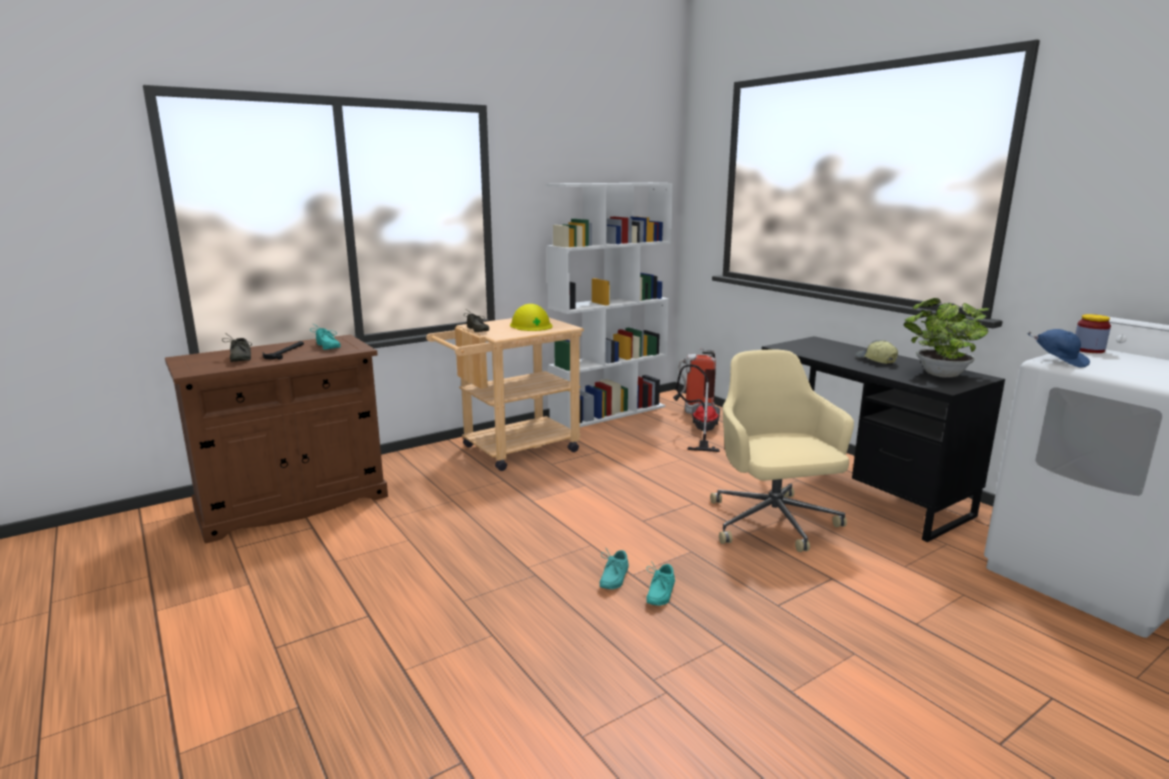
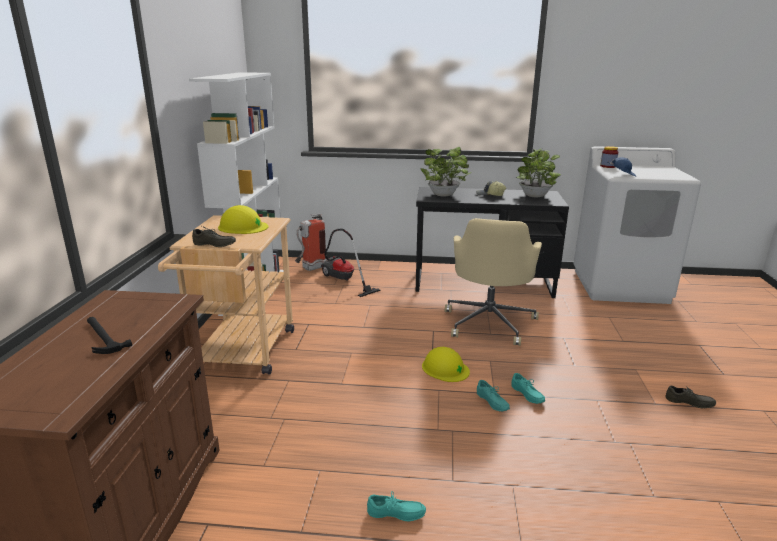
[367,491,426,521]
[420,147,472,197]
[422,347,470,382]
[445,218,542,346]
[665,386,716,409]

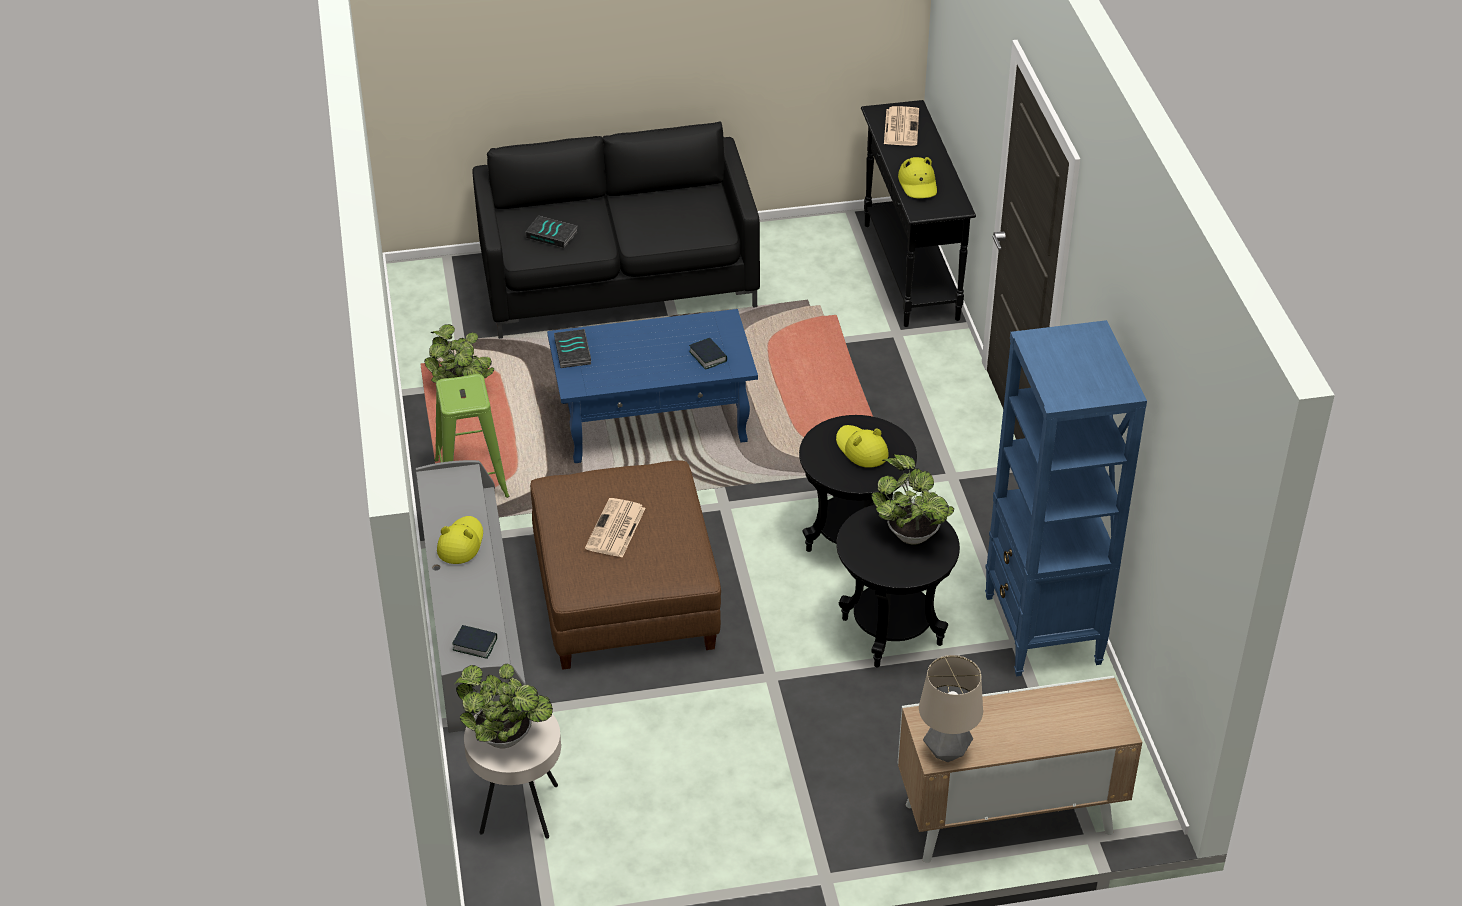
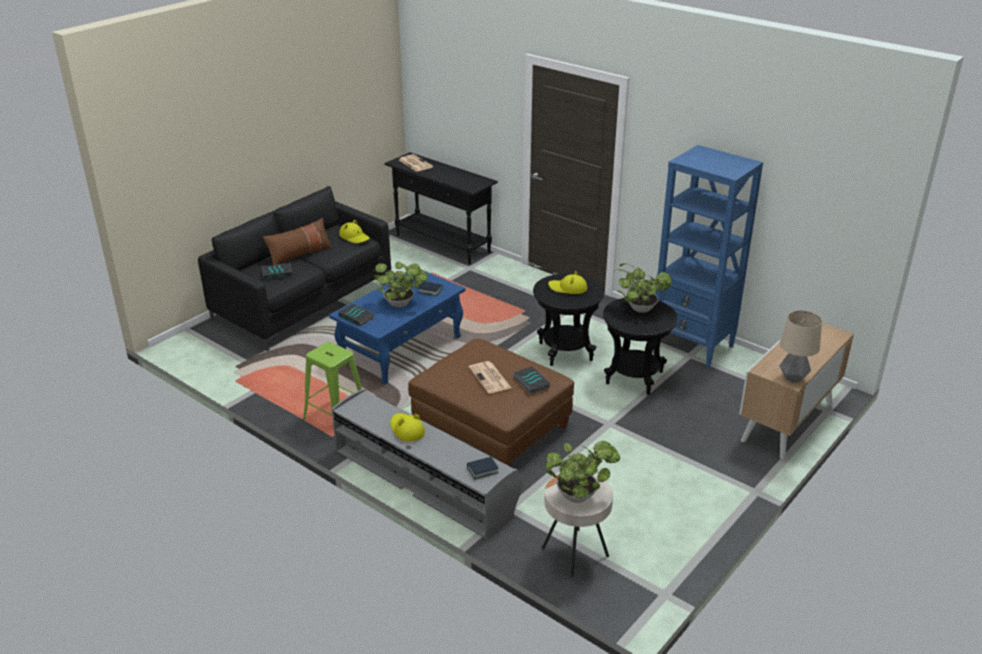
[263,218,332,265]
[339,220,370,243]
[372,262,428,307]
[513,366,550,394]

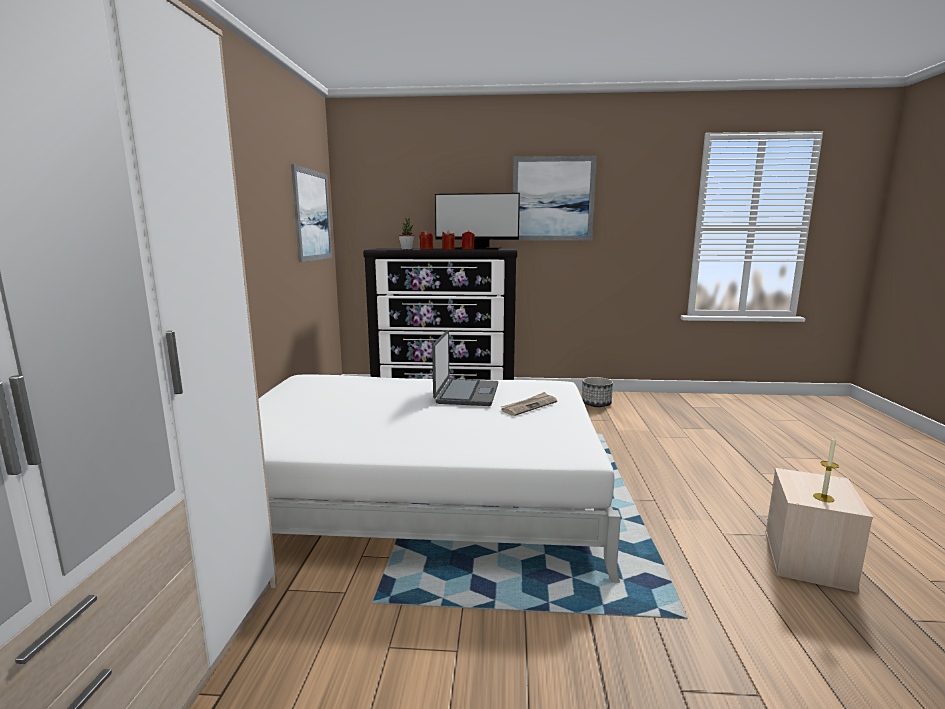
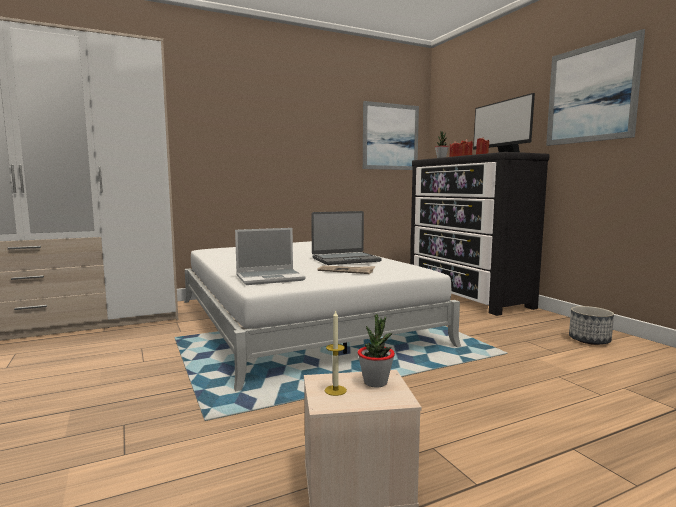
[235,228,306,285]
[358,314,395,387]

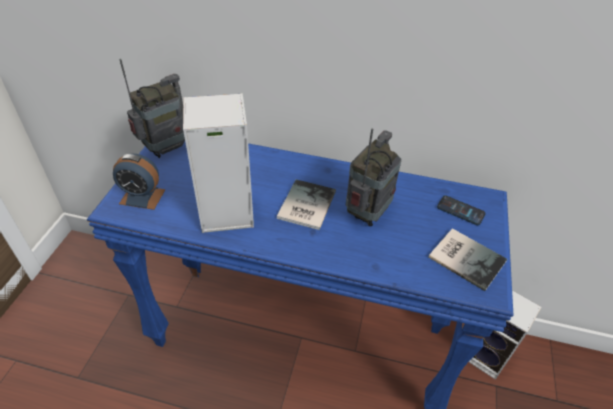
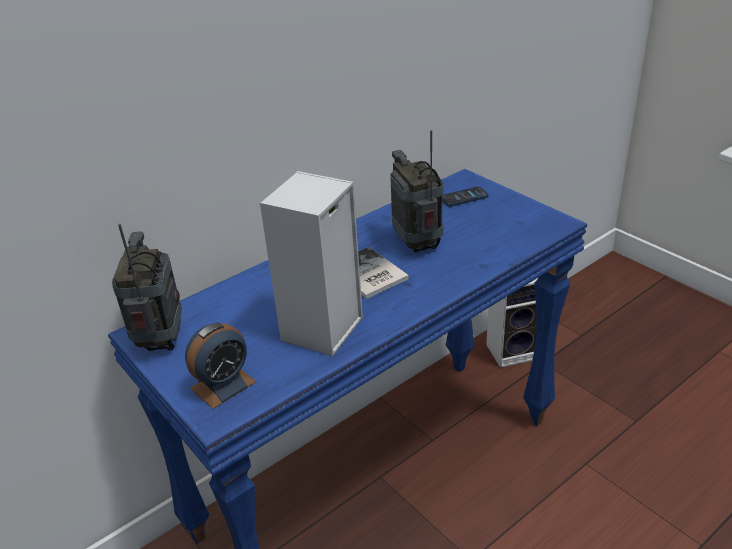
[428,228,507,291] (first image)

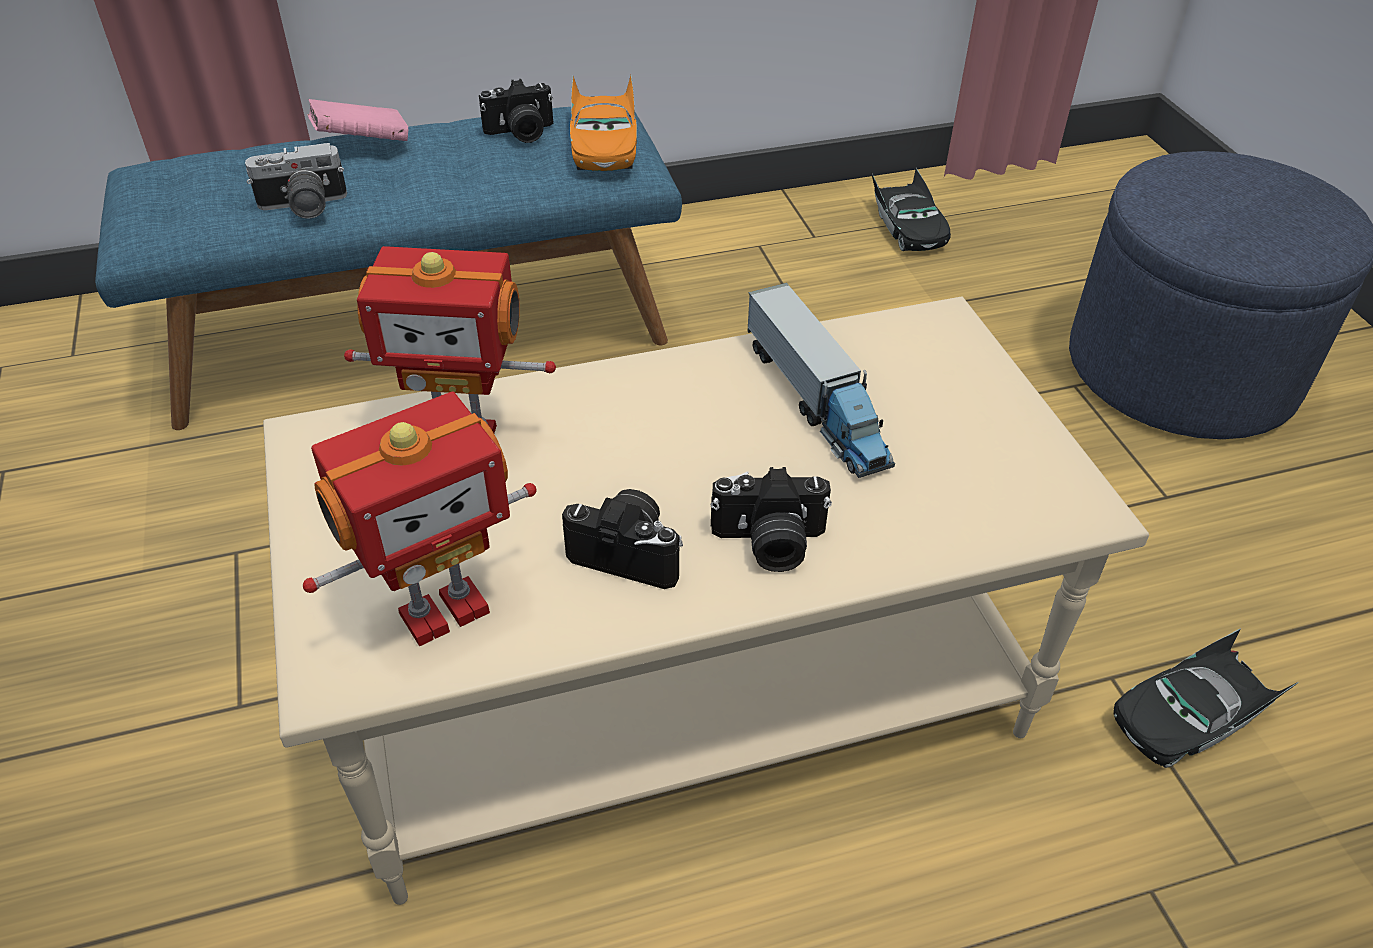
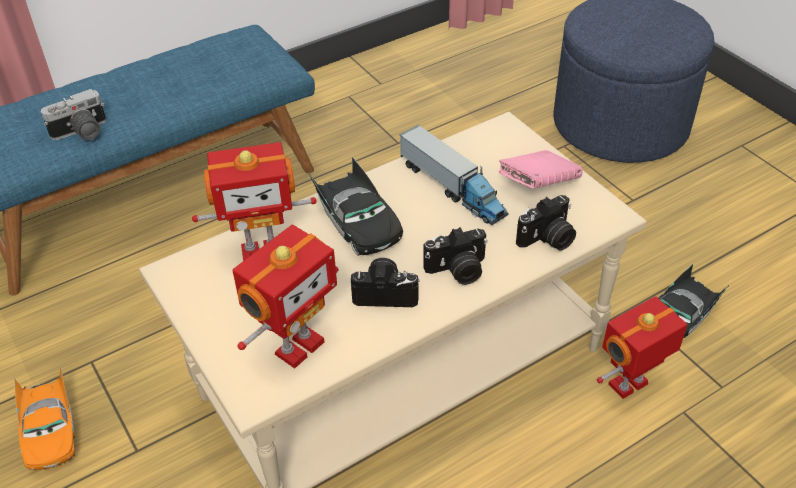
[14,365,75,470]
[308,156,403,256]
[498,150,583,189]
[516,195,576,251]
[597,296,687,399]

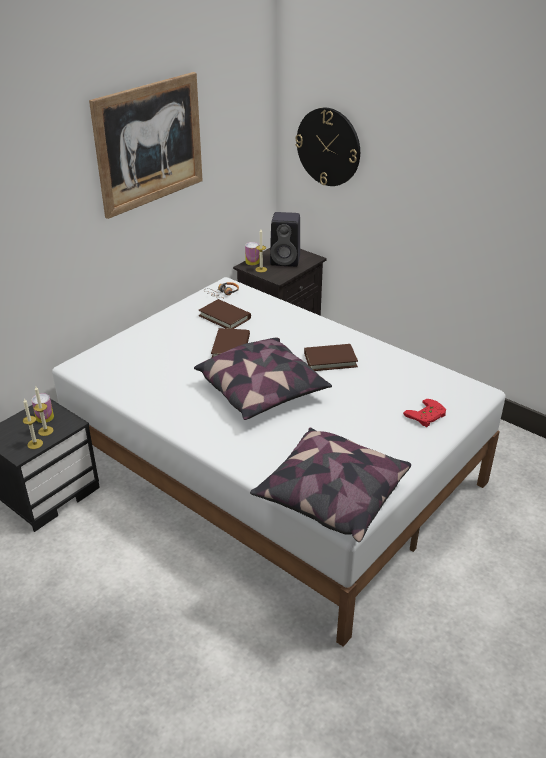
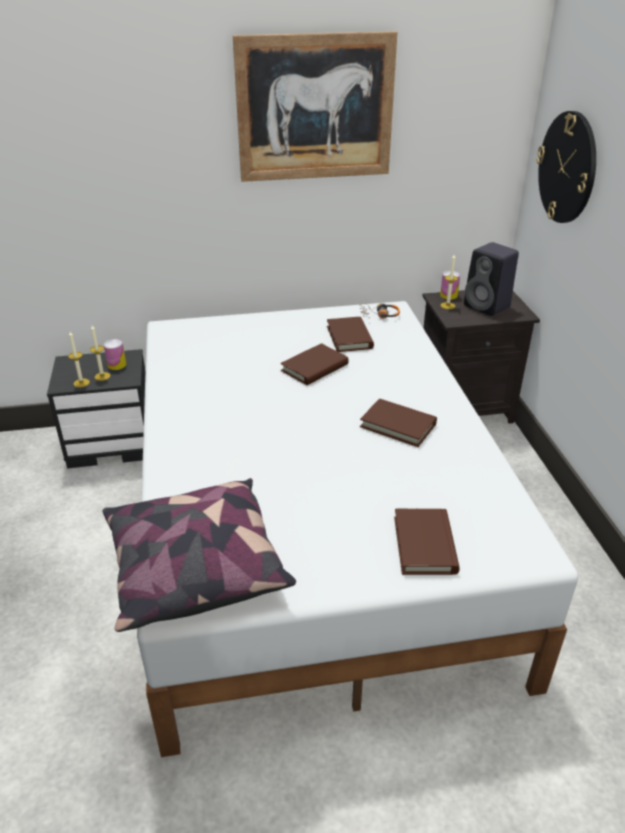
[394,509,460,575]
[194,338,332,420] (first image)

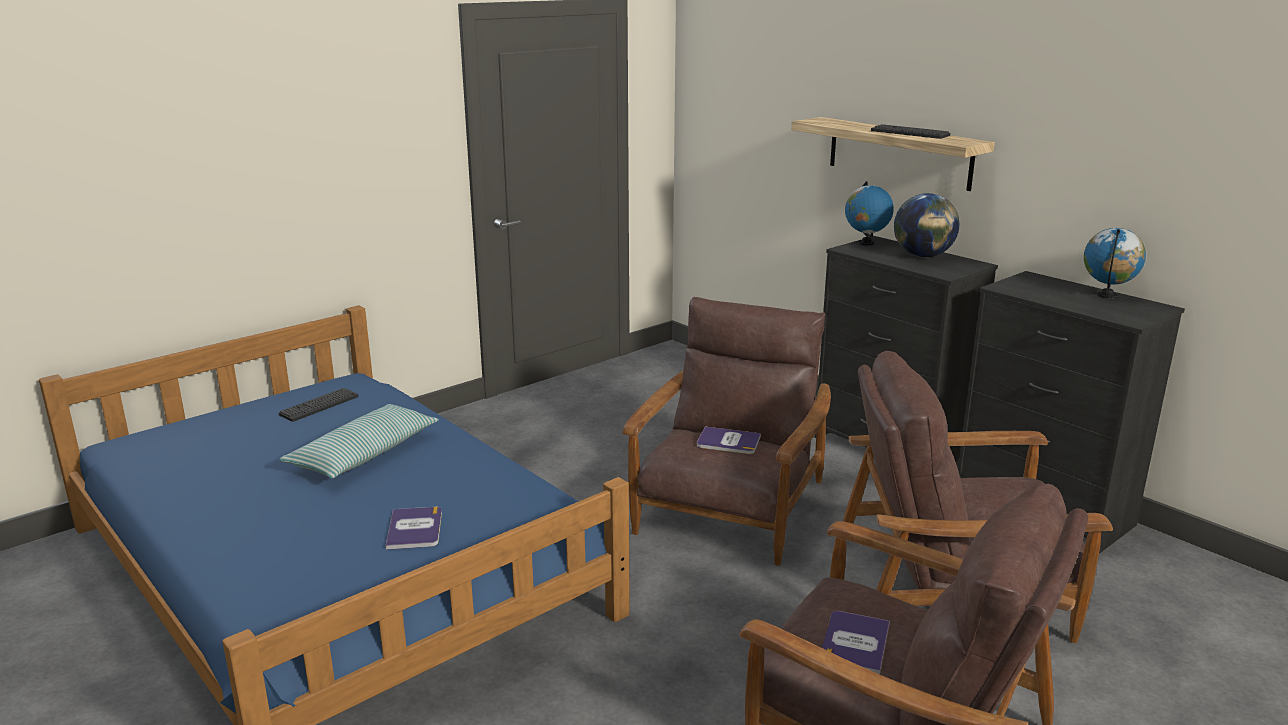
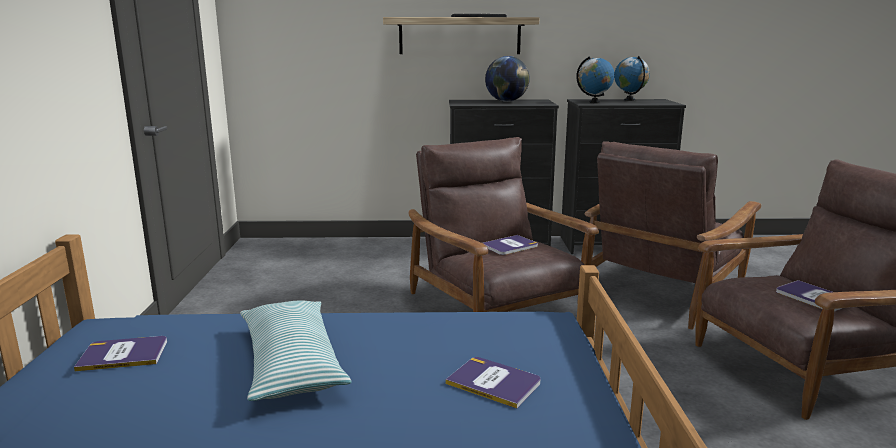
[74,336,167,371]
[576,56,615,103]

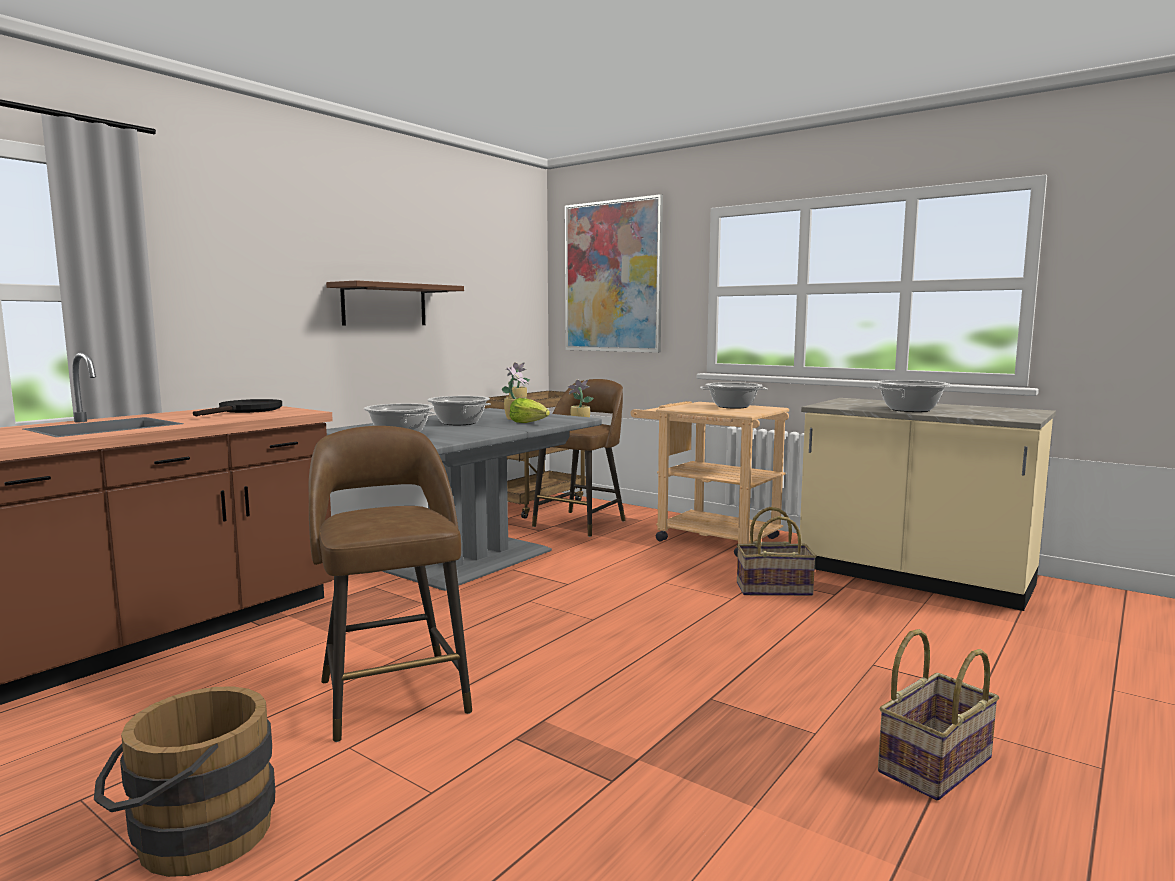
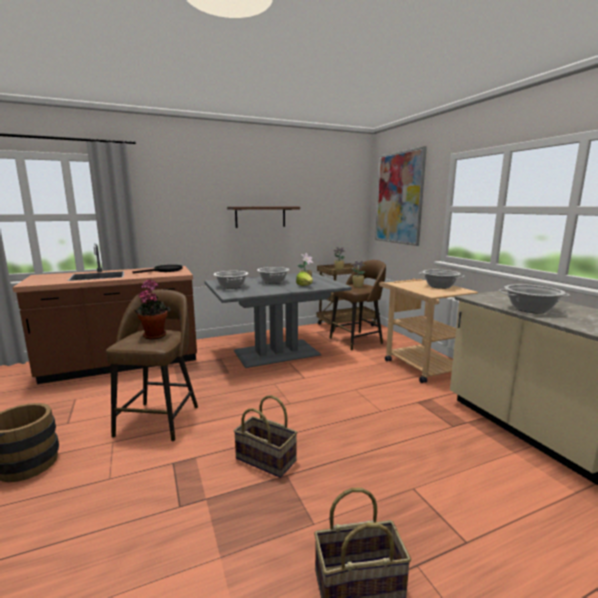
[134,280,170,340]
[234,395,297,478]

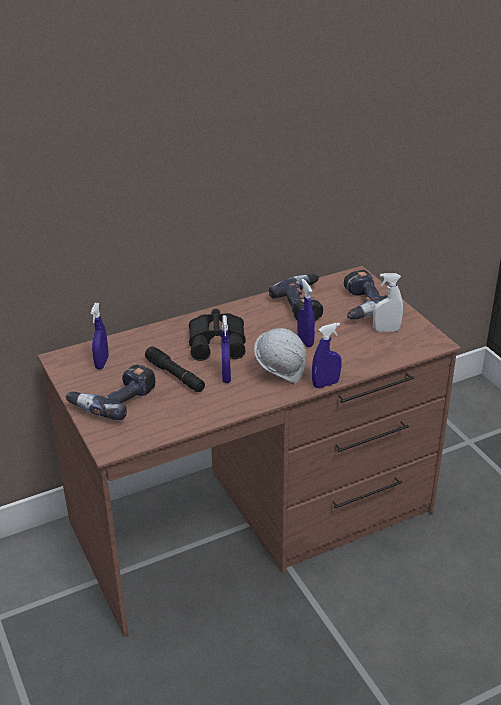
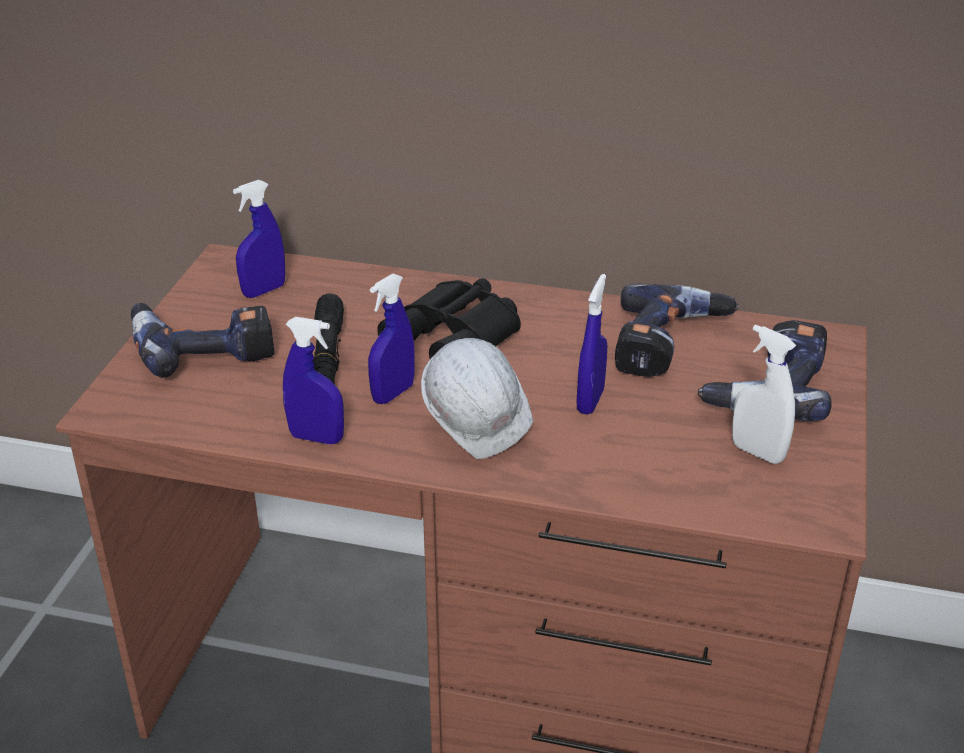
[283,317,344,444]

